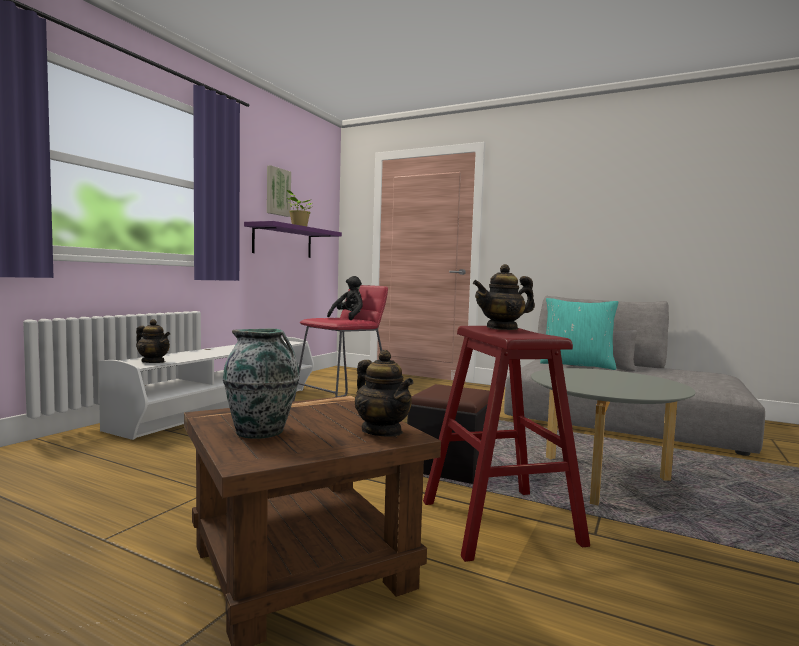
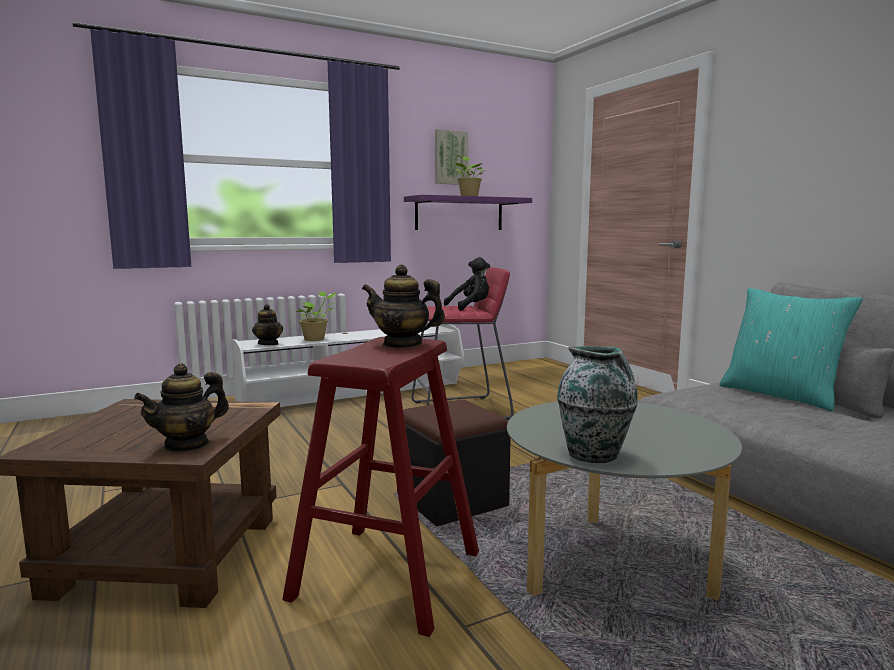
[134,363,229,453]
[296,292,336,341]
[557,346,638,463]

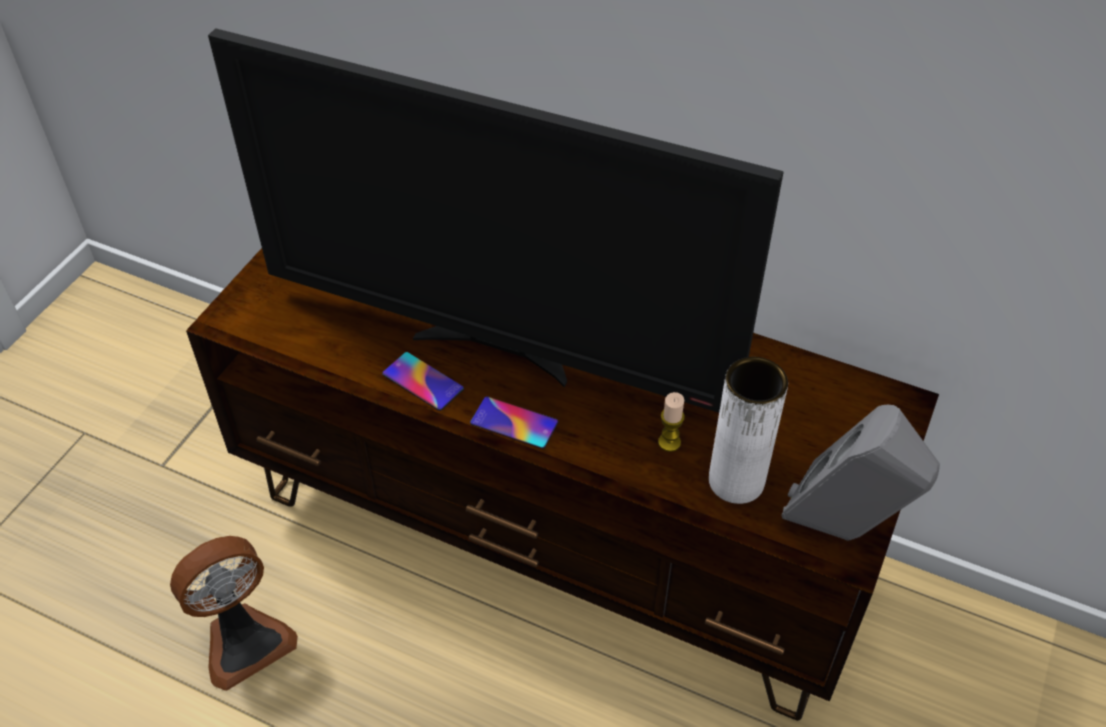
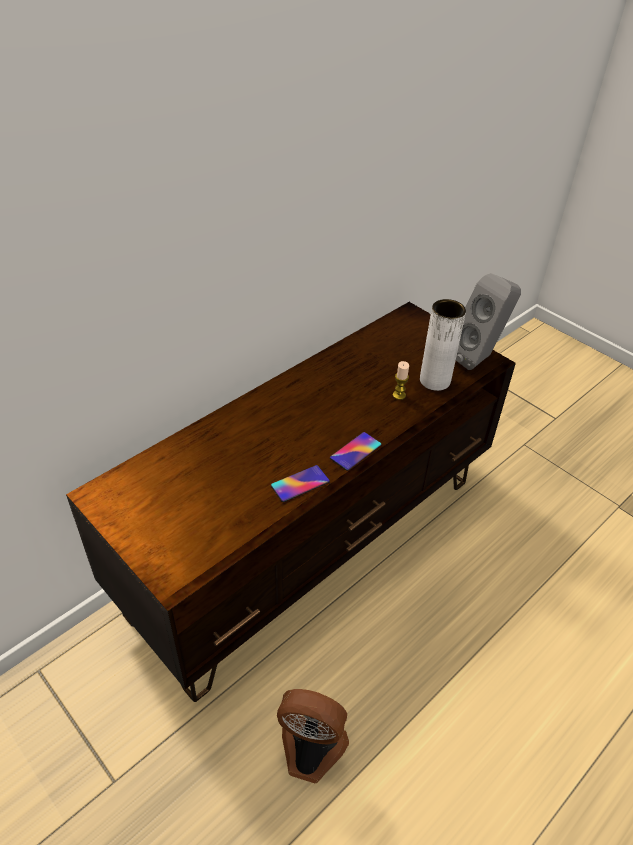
[277,689,349,783]
[208,28,784,413] (first image)

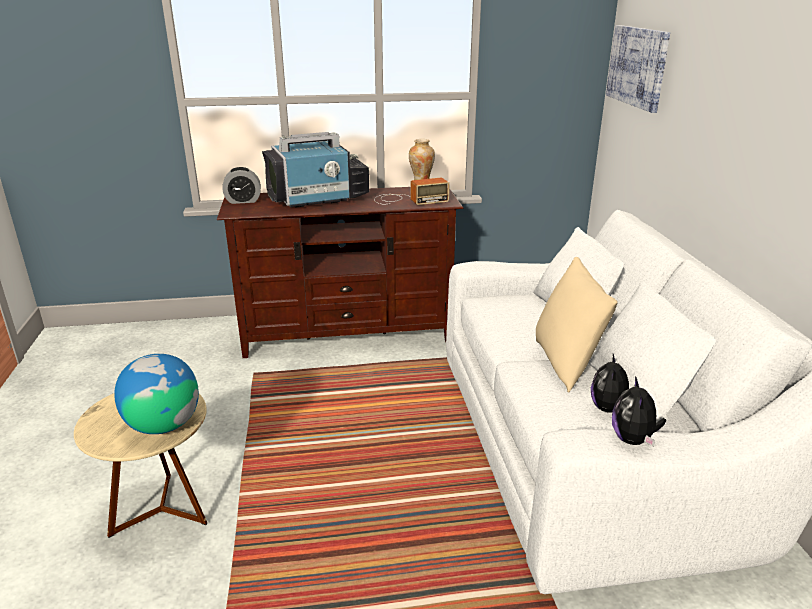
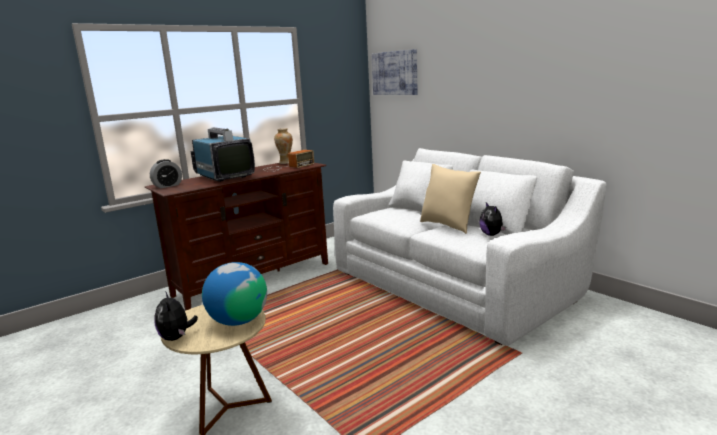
[154,291,198,341]
[191,127,255,182]

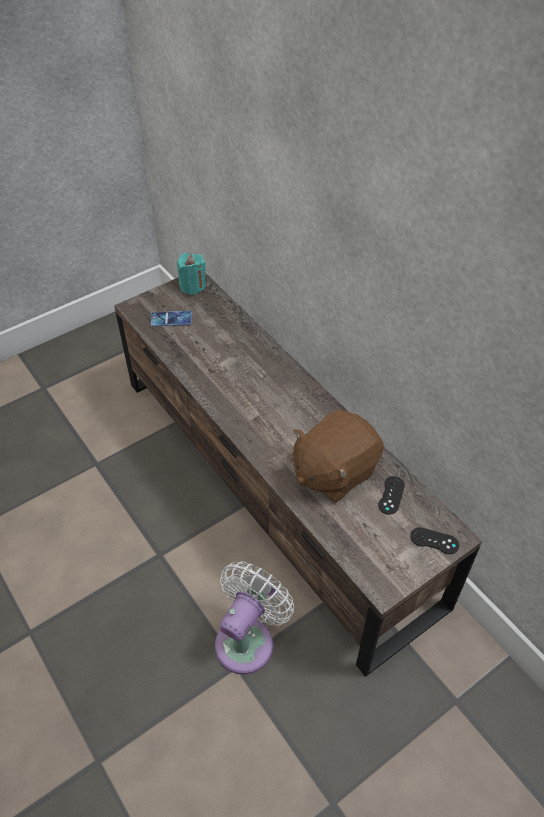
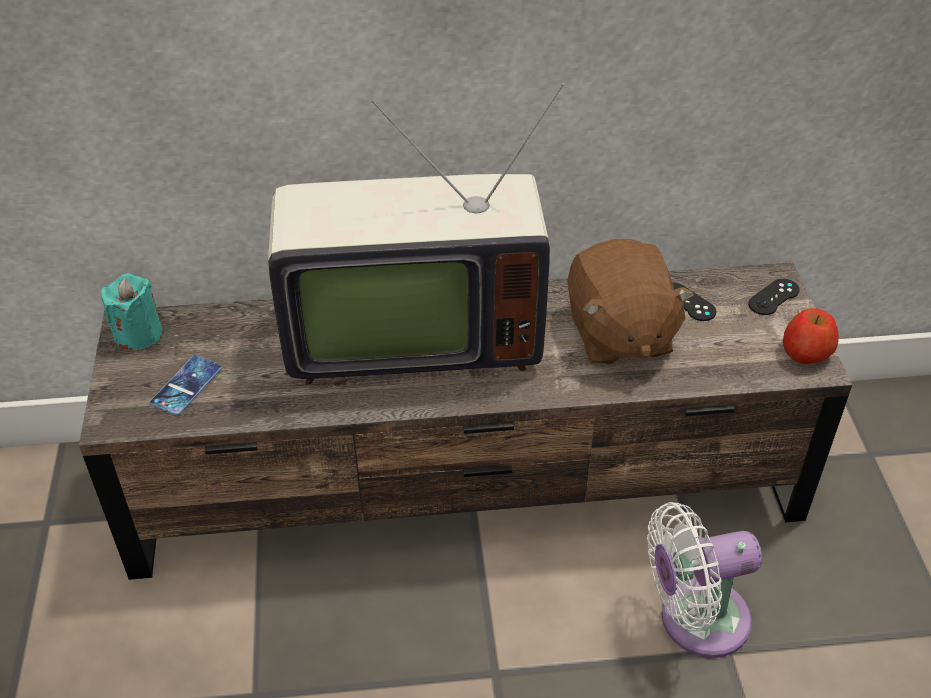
[268,83,565,385]
[647,502,762,658]
[783,308,839,364]

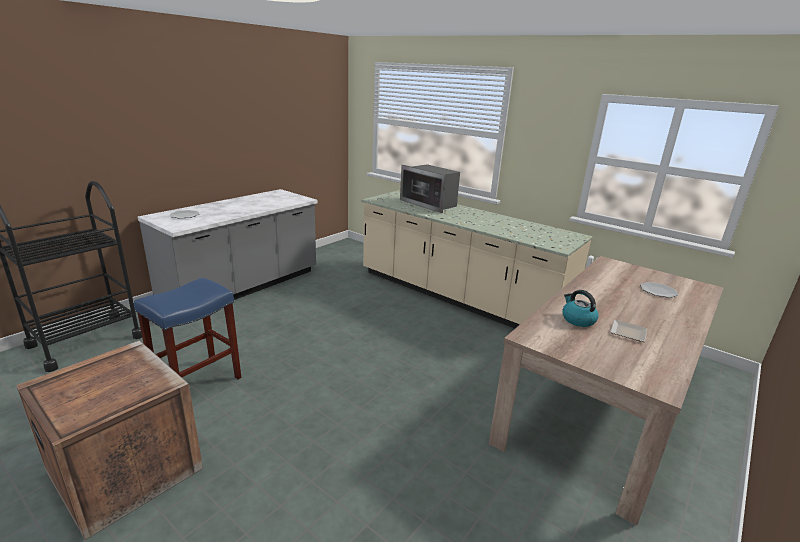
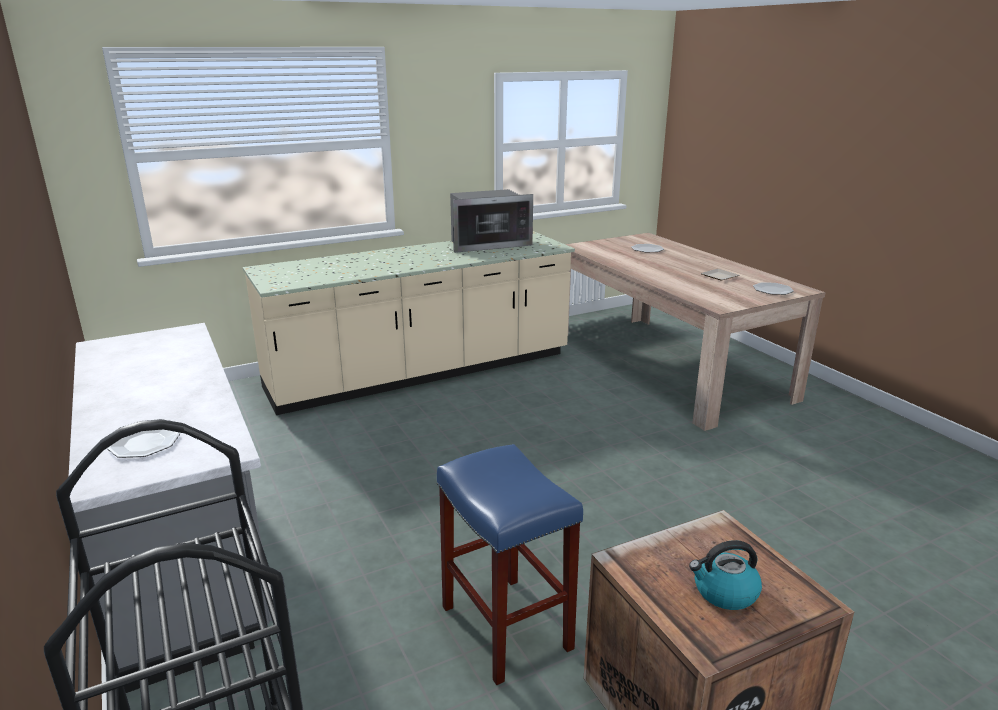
[450,189,533,253]
[689,540,762,610]
[753,282,794,295]

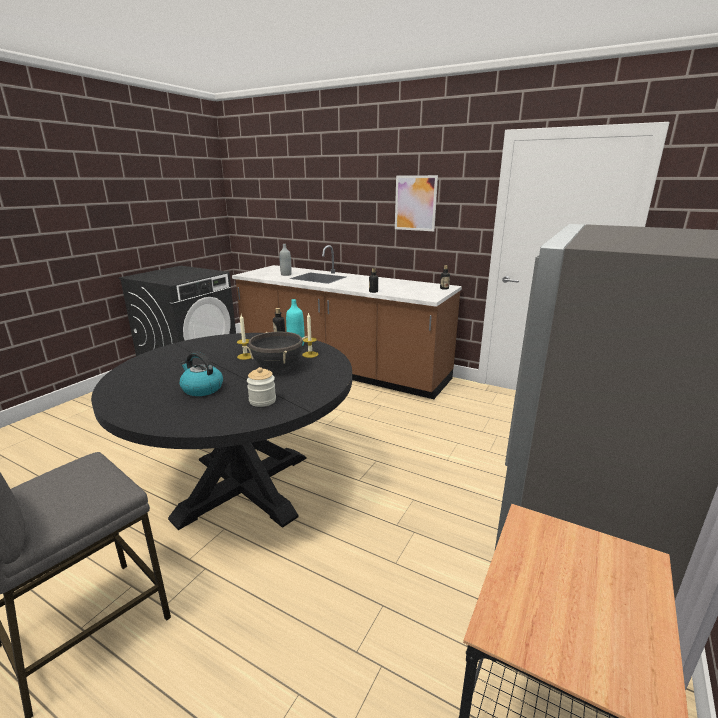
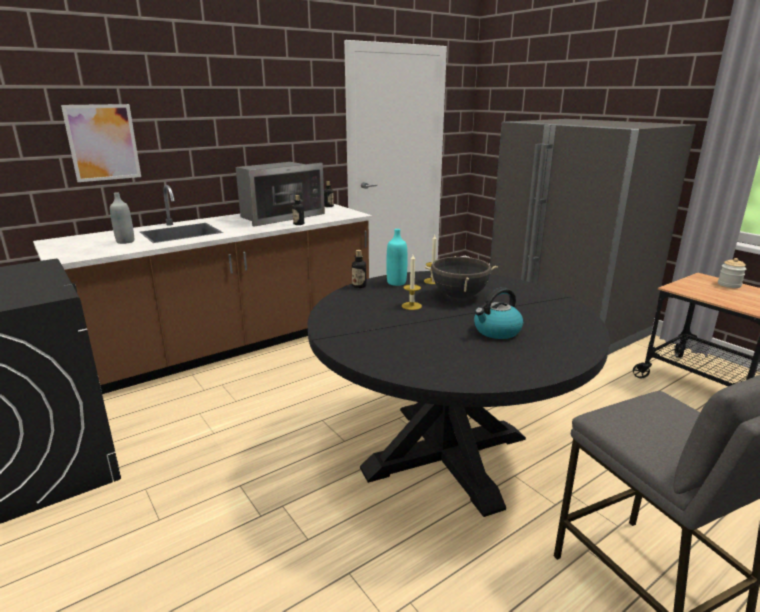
[61,104,141,182]
[236,162,325,227]
[718,258,746,288]

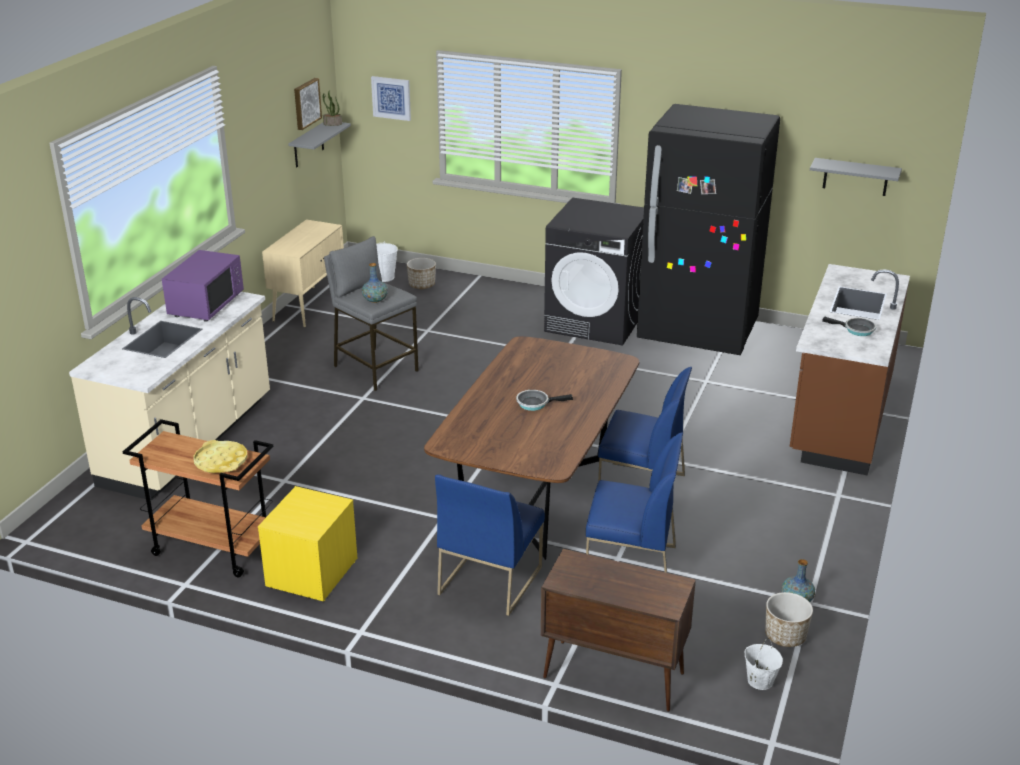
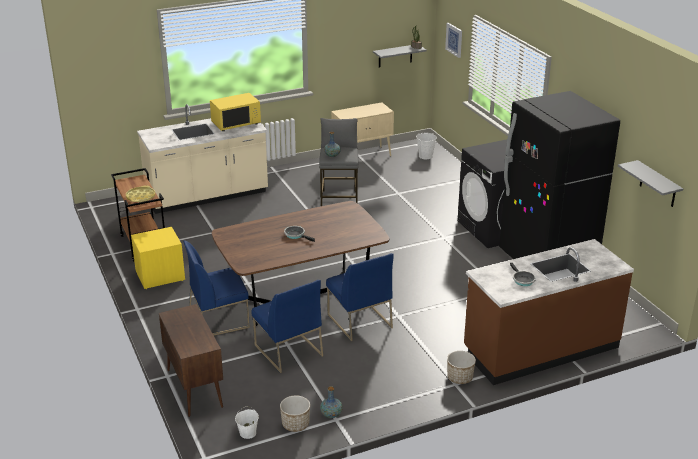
[210,93,261,131]
[447,351,476,384]
[294,78,322,130] (first image)

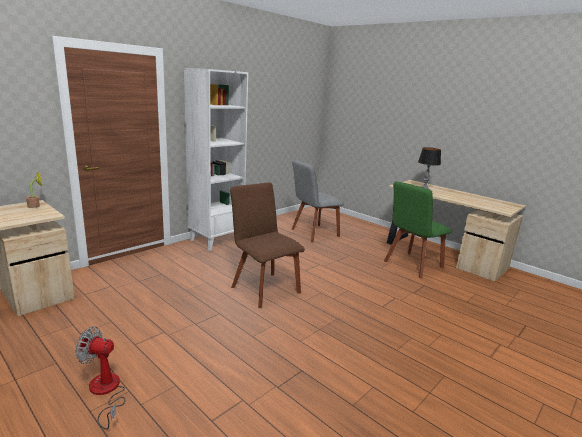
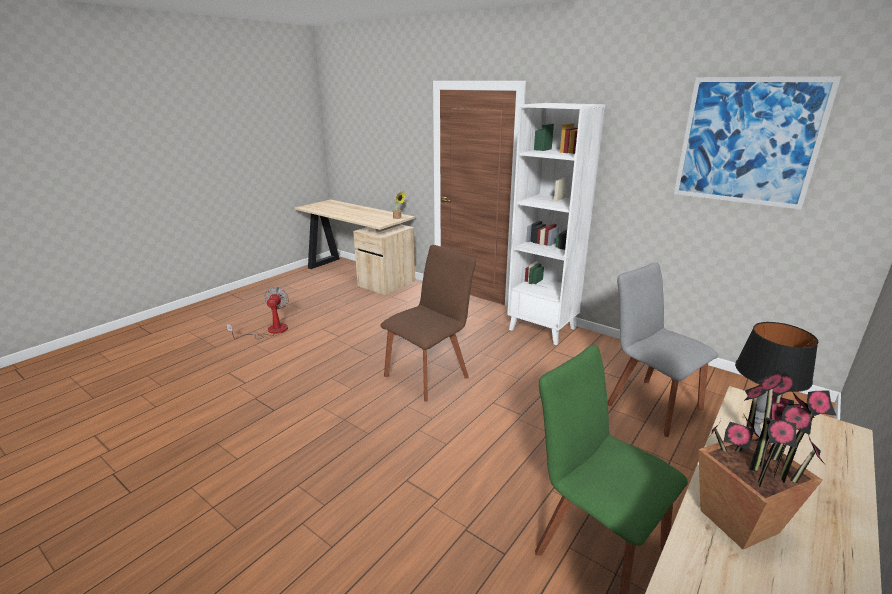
[674,77,841,210]
[698,370,836,549]

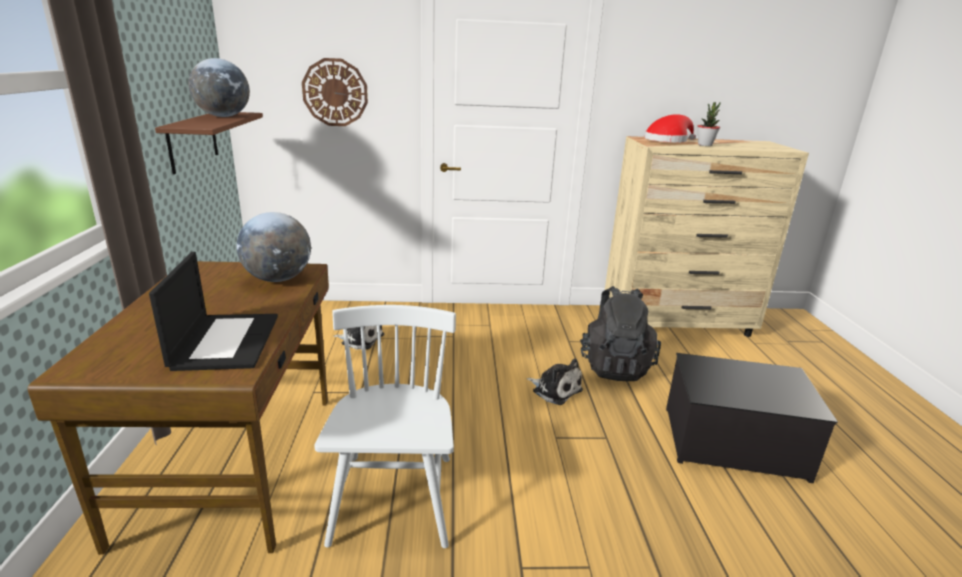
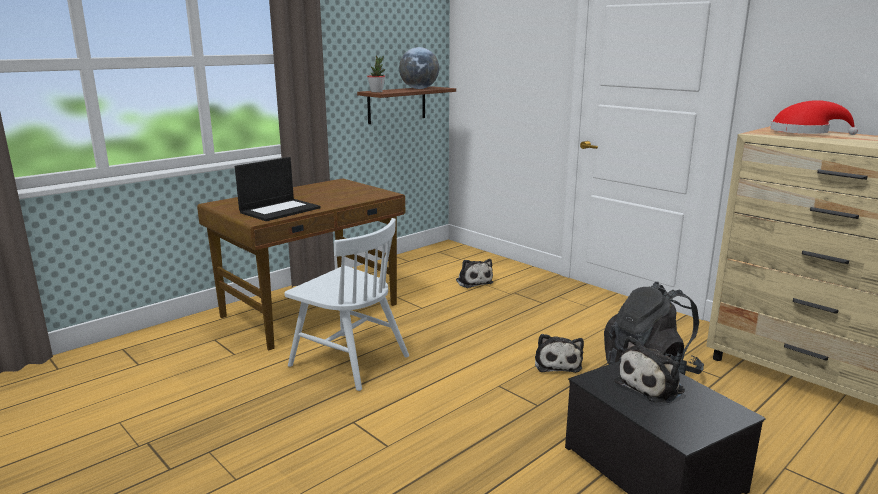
[284,218,409,391]
[367,56,385,92]
[615,336,685,403]
[237,212,311,282] (first image)
[302,58,368,126] (first image)

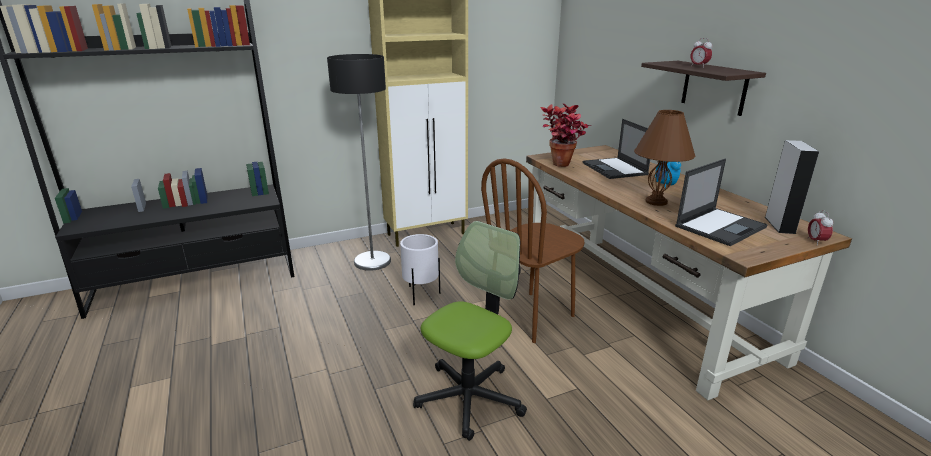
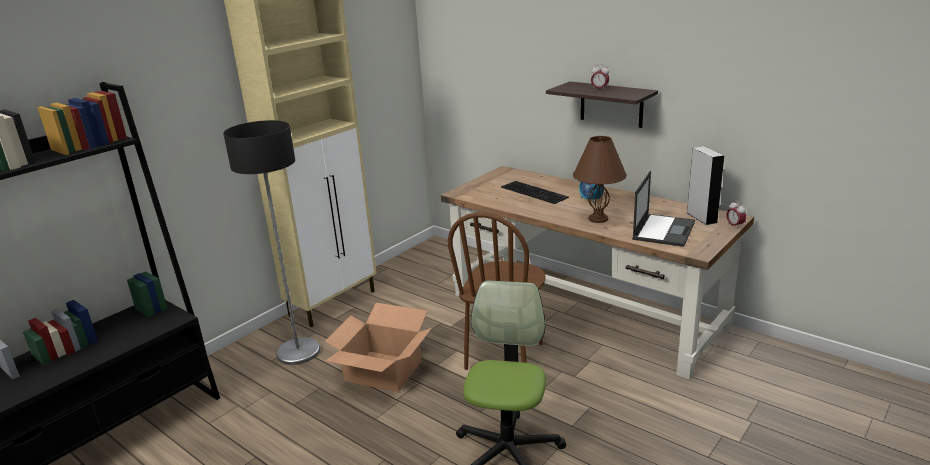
[325,303,432,392]
[501,181,569,204]
[540,103,592,167] (first image)

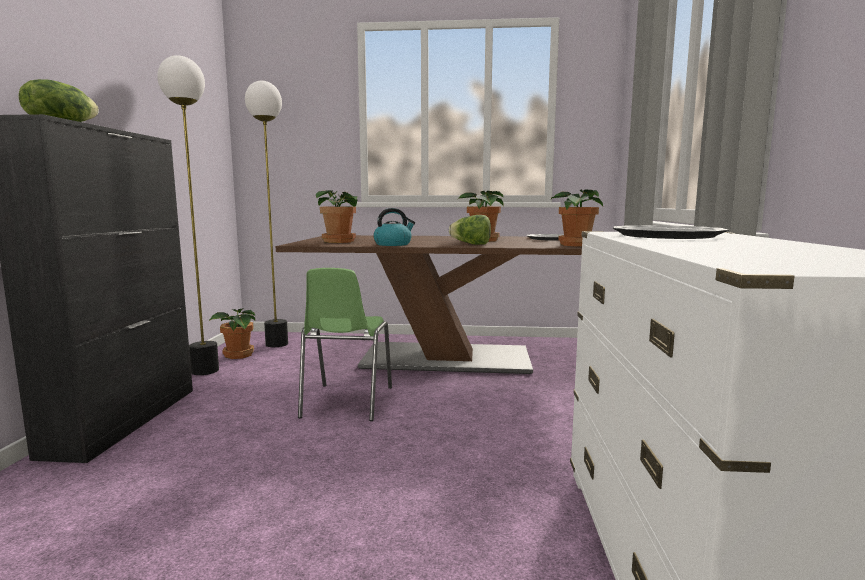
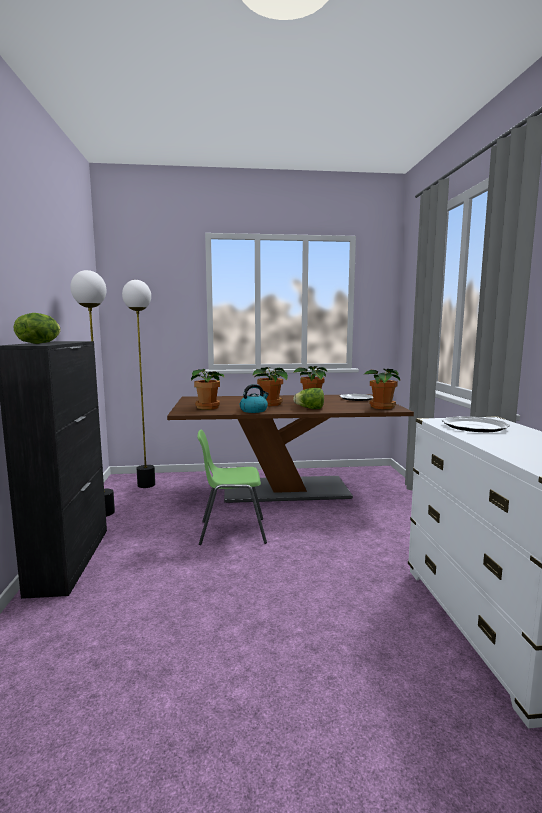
[197,429,267,545]
[252,367,288,406]

